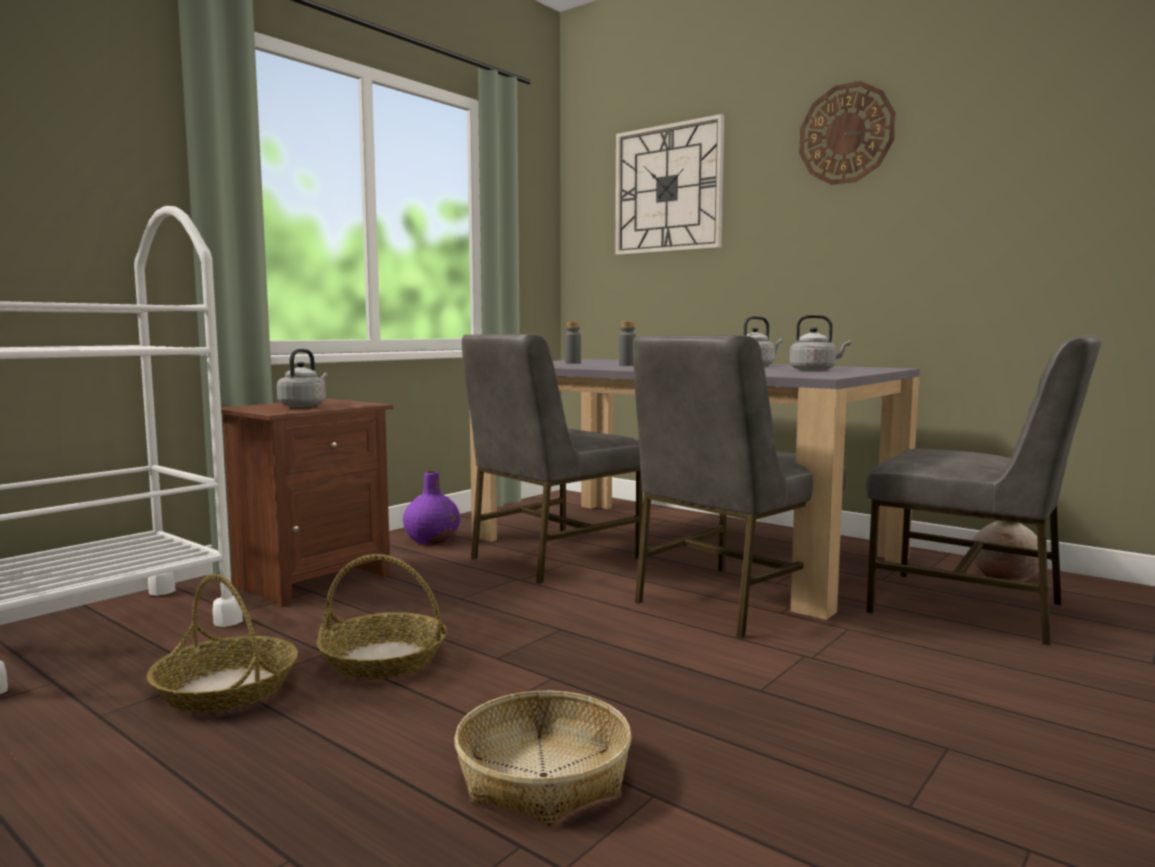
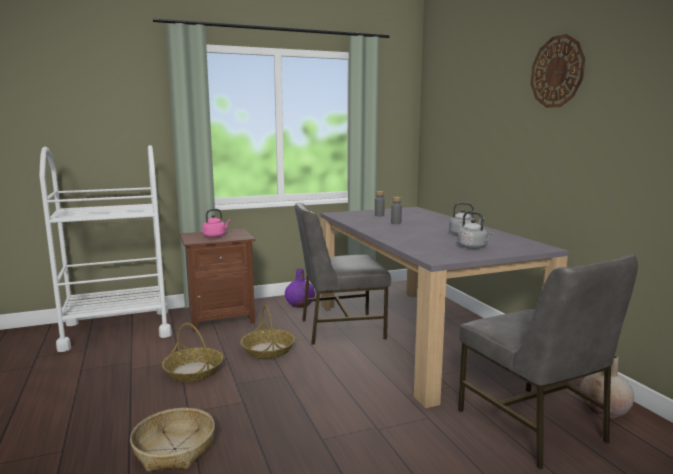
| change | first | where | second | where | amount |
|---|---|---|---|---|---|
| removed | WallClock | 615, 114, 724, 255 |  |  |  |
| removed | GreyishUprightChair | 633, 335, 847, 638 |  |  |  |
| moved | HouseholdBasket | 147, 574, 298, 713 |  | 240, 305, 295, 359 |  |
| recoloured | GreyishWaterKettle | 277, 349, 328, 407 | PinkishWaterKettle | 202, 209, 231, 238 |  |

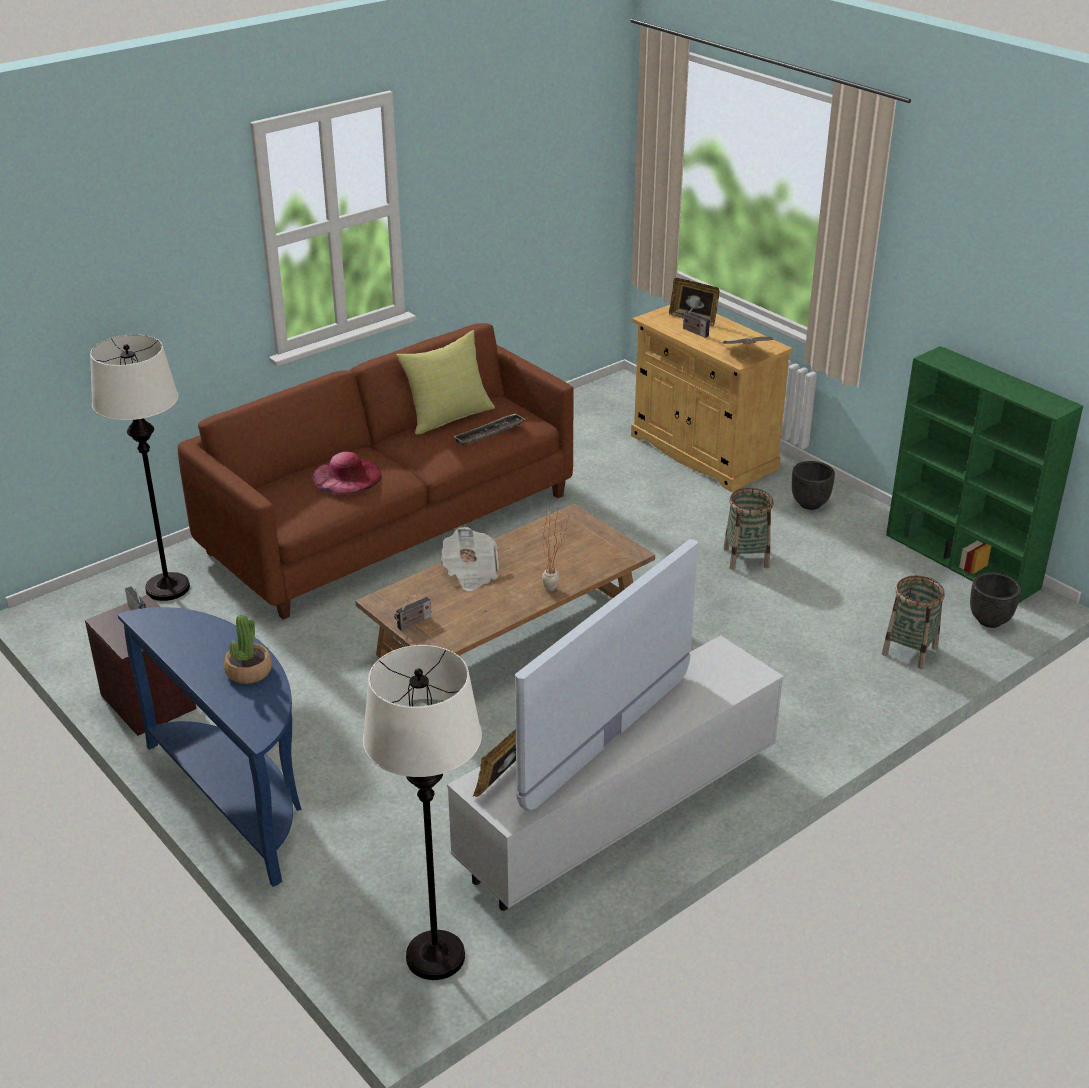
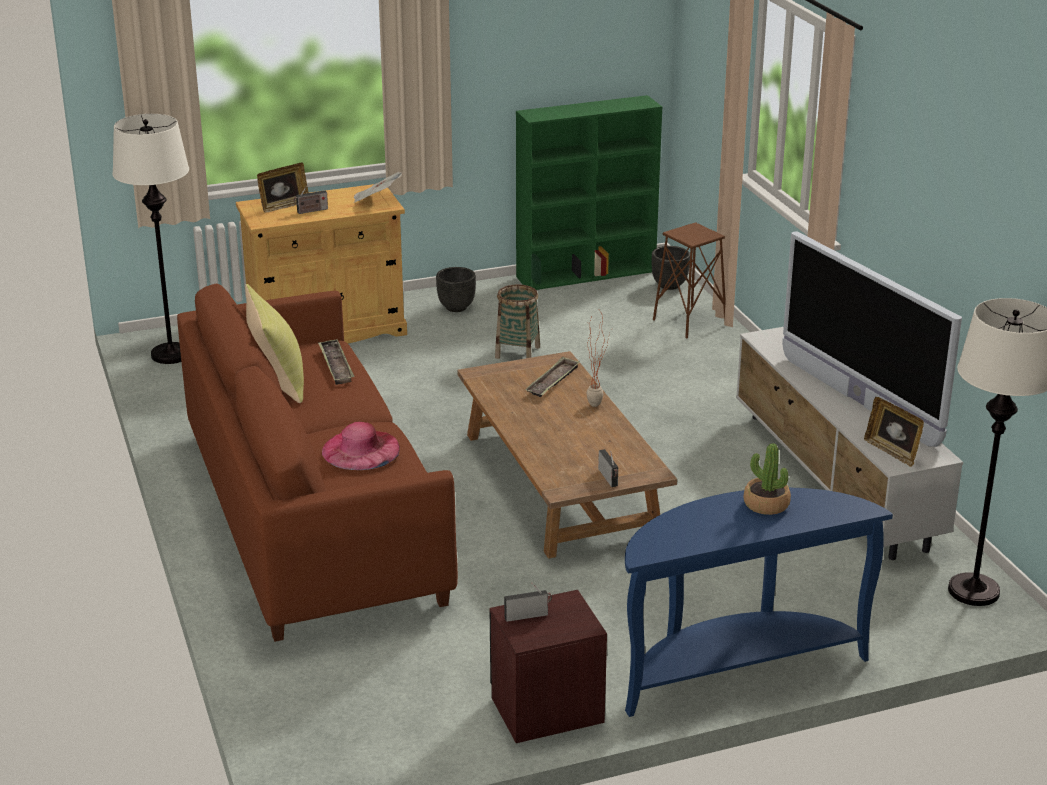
| change | first | where | second | where | amount |
|---|---|---|---|---|---|
| removed | PrintedPaper | 441, 527, 499, 591 |  |  |  |
| added |  |  | Tray | 525, 356, 580, 397 |  |
| moved | WhiteColouredStandingLamp | 90, 334, 190, 601 |  | 112, 114, 189, 364 |  |
| replaced | HouseholdBasket | 882, 576, 945, 669 | BrownishStool | 653, 222, 726, 339 |  |

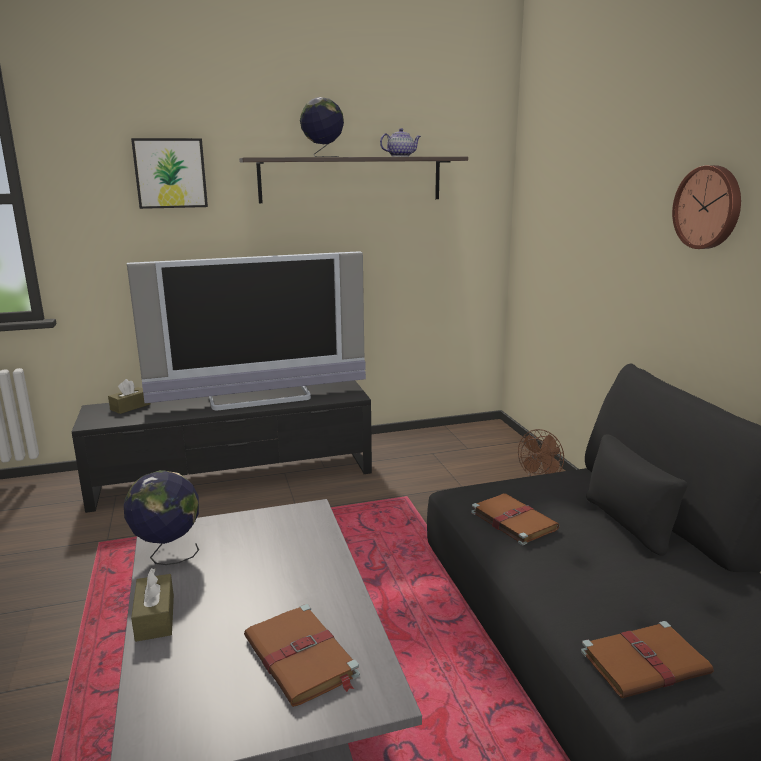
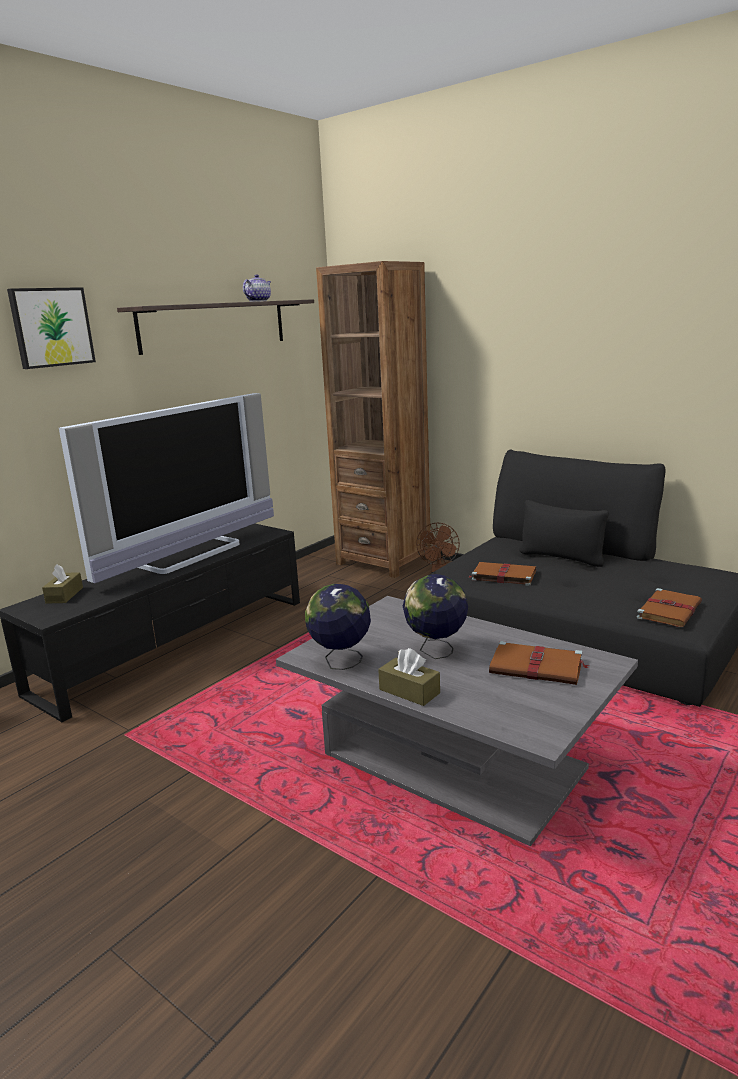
| change | first | where | second | where | amount |
|---|---|---|---|---|---|
| removed | WallClock | 672, 165, 741, 249 |  |  |  |
| added |  |  | BrownishBookshelf | 316, 261, 431, 578 |  |
| moved | WorldGlobe | 300, 97, 344, 157 |  | 403, 574, 468, 659 |  |

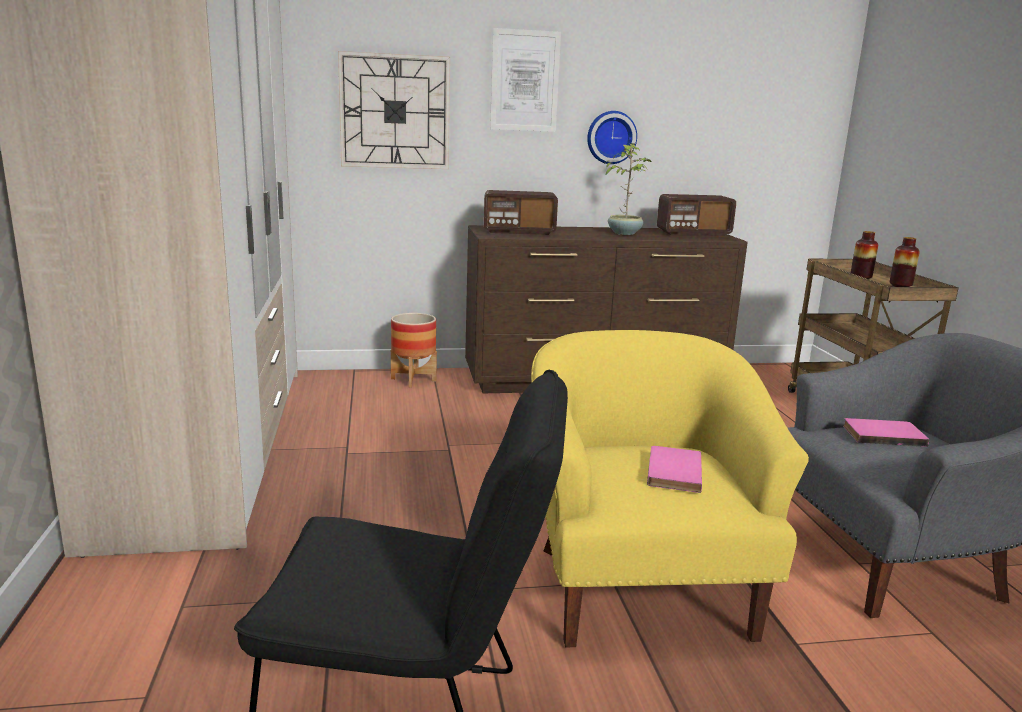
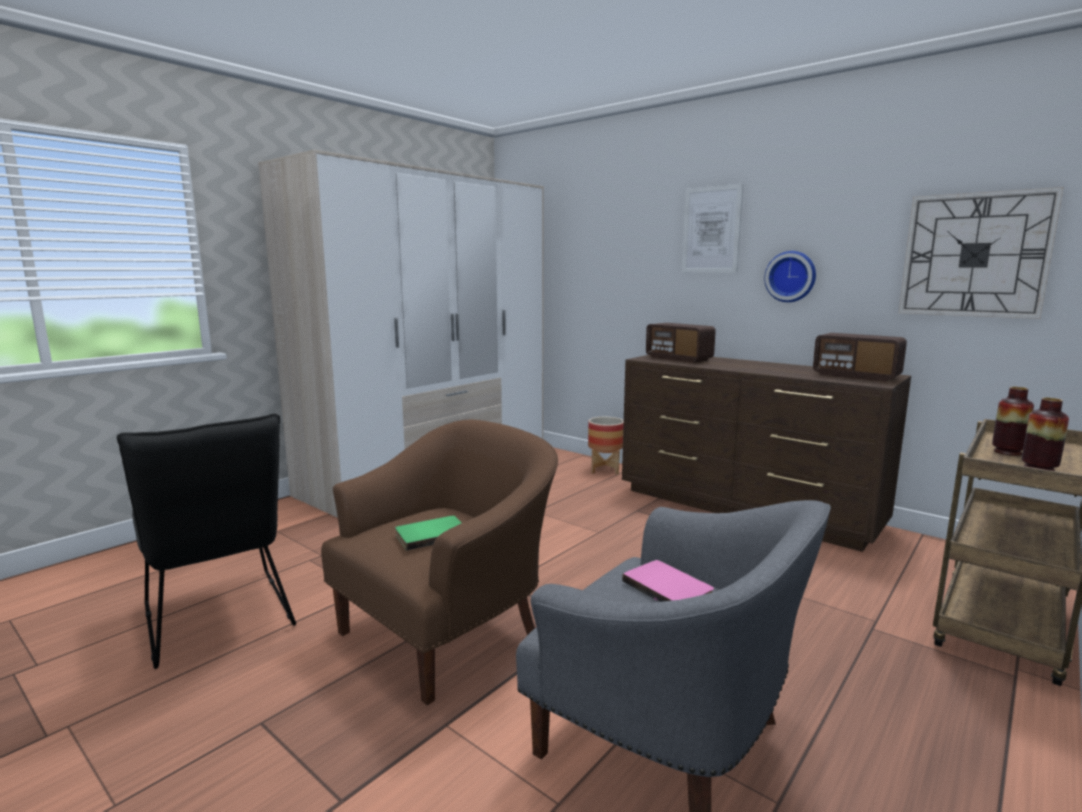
| change | first | where | second | where | amount |
|---|---|---|---|---|---|
| removed | Houseplant | 605, 143, 651, 235 |  |  |  |
| moved | WallClock | 338, 51, 450, 169 |  | 899, 187, 1064, 319 |  |
| recoloured | YellowColouredEasyChair | 531, 330, 809, 648 | BrownishEasyChair | 321, 419, 558, 705 |  |
| recoloured | PinkishVolume | 647, 446, 702, 493 | GreenVolume | 395, 516, 462, 551 |  |

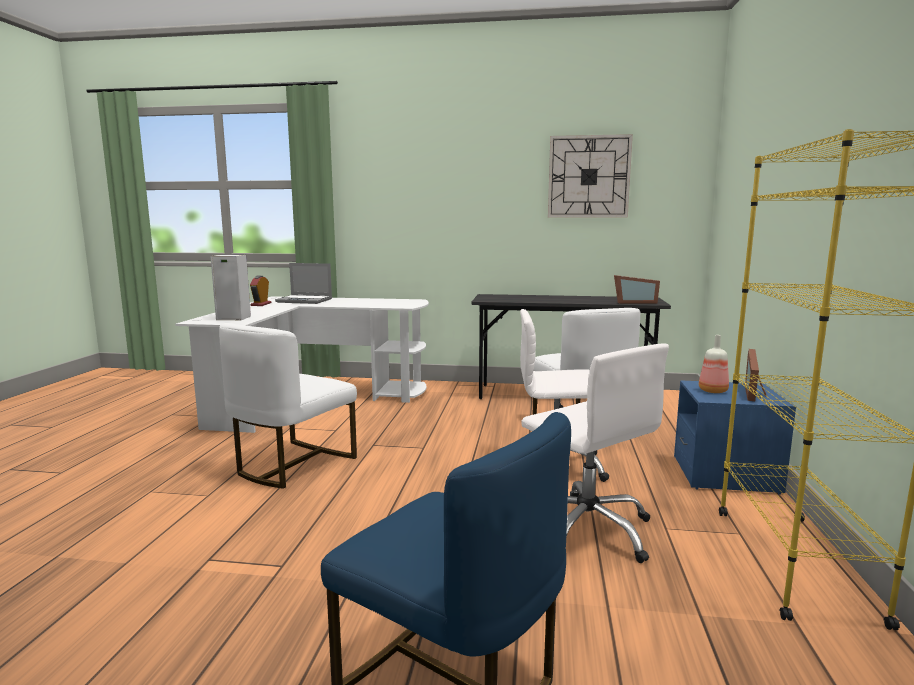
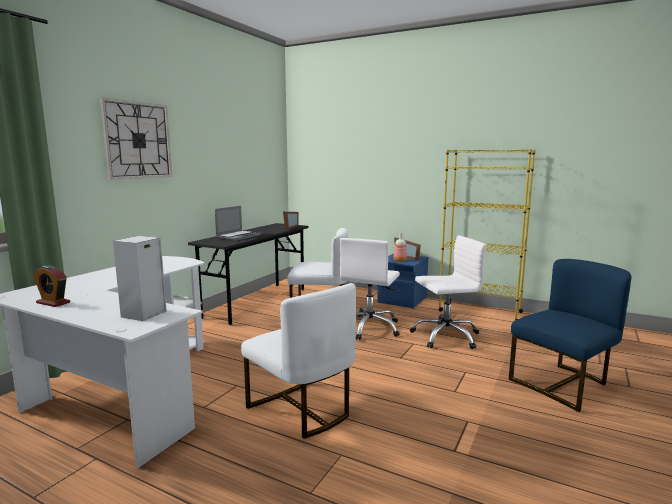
| change | first | where | second | where | amount |
|---|---|---|---|---|---|
| moved | NotebookComputer | 275, 263, 332, 304 |  | 215, 206, 261, 241 |  |
| moved | WallClock | 548, 134, 633, 218 |  | 100, 97, 172, 180 |  |

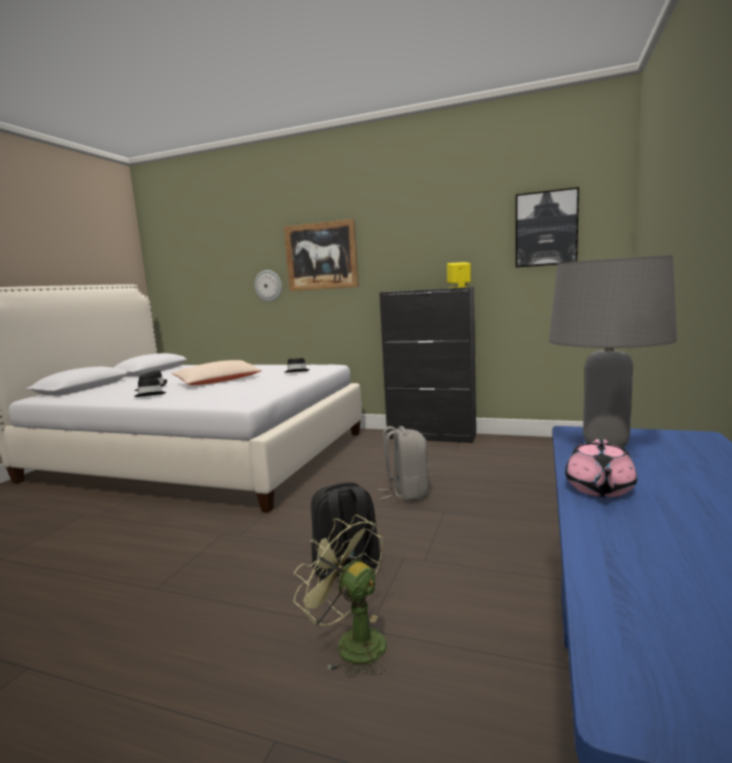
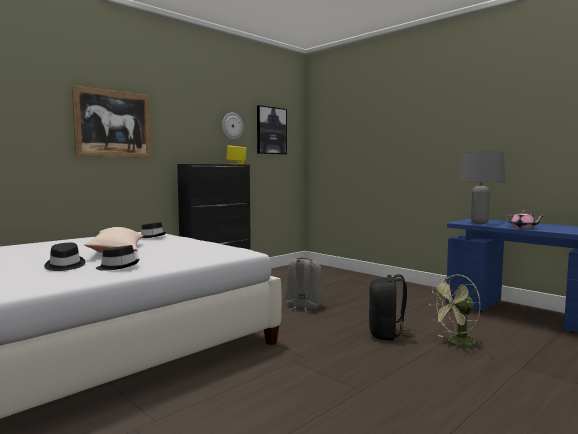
| change | first | where | second | where | amount |
|---|---|---|---|---|---|
| moved | WallClock | 254, 270, 282, 302 |  | 222, 113, 244, 140 |  |

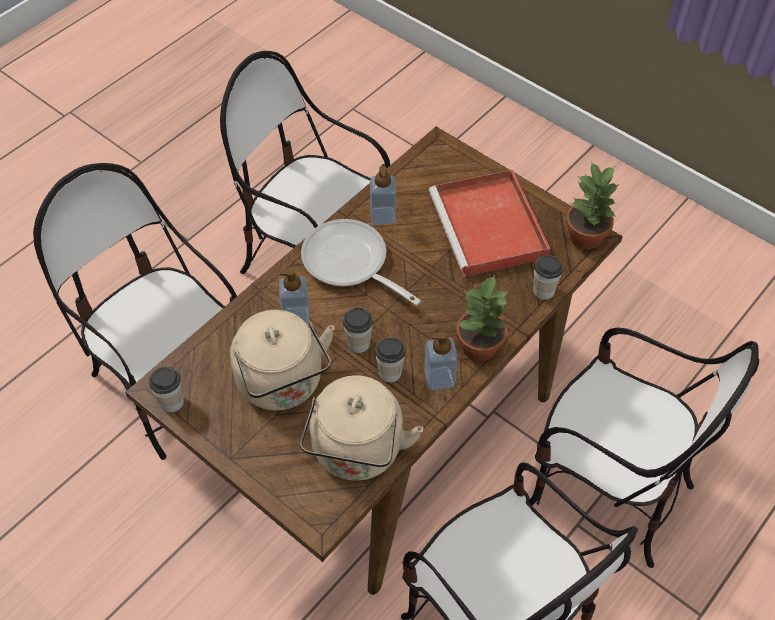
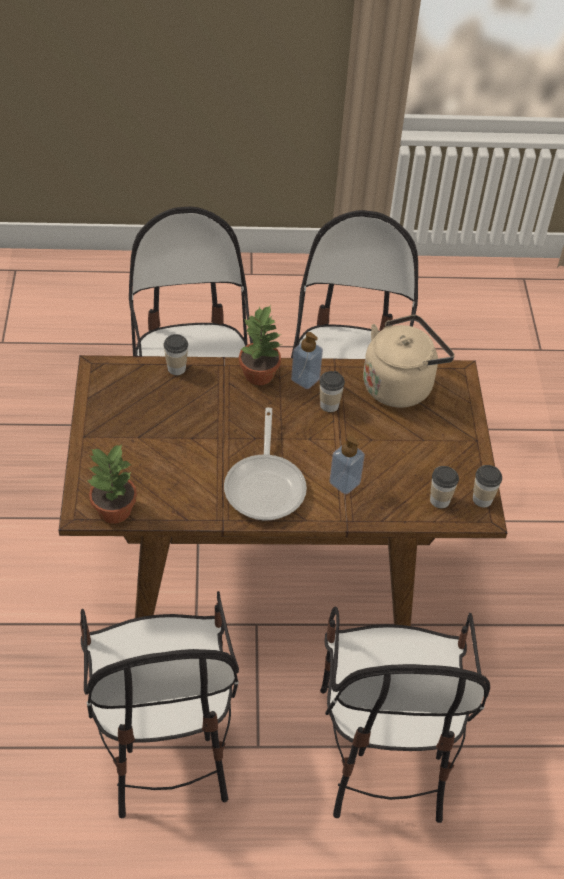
| change | first | where | second | where | amount |
|---|---|---|---|---|---|
| removed | BeigeColouredWaterKettle | 230, 310, 335, 411 |  |  |  |
| removed | LiquidSoapBottle | 370, 166, 396, 225 |  |  |  |
| removed | RedColouredTray | 429, 169, 550, 277 |  |  |  |
| moved | DrinkingCup | 343, 308, 373, 353 |  | 430, 466, 459, 508 |  |
| moved | Houseplant | 566, 163, 619, 249 |  | 88, 445, 137, 524 |  |

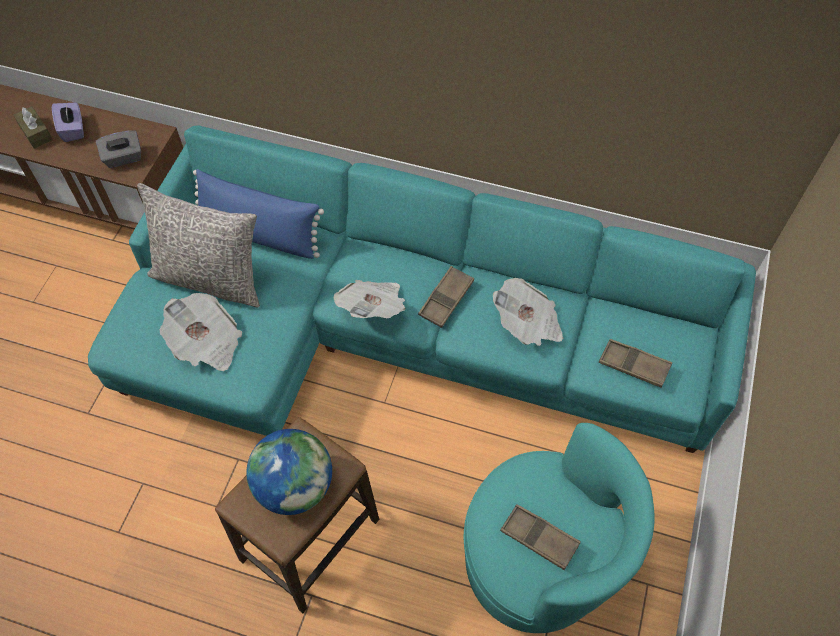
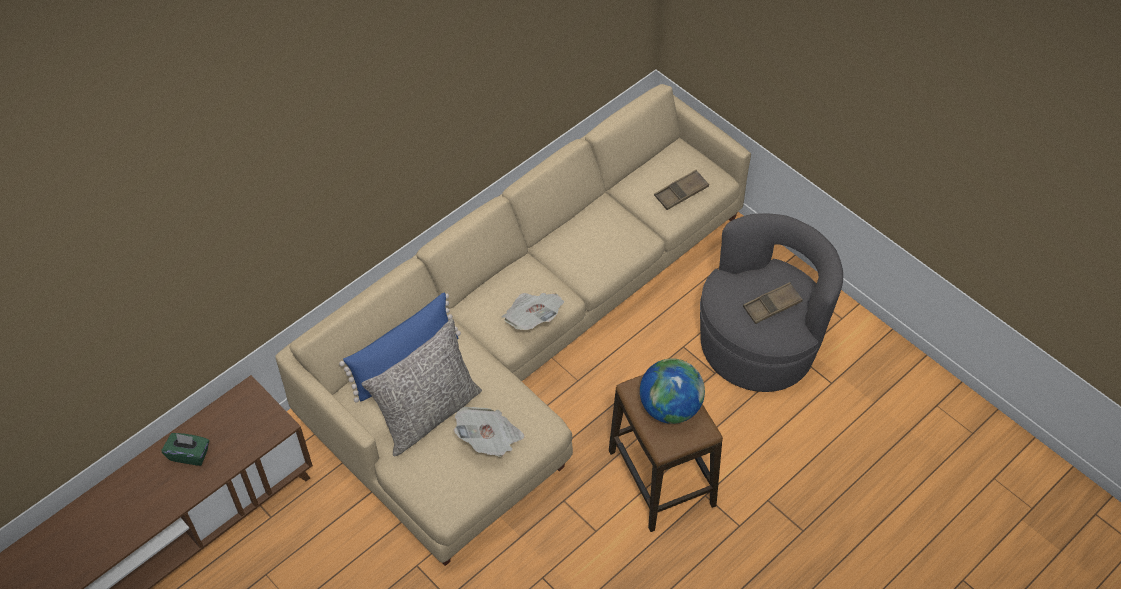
| change | first | where | second | where | amount |
|---|---|---|---|---|---|
| removed | BrownishBoxOfTissues | 13, 106, 53, 149 |  |  |  |
| removed | GreyishBoxOfTissues | 96, 131, 141, 168 |  |  |  |
| removed | BrownishTray | 418, 266, 474, 328 |  |  |  |
| removed | PrintedPaper | 493, 278, 563, 346 |  |  |  |
| recoloured | PurplishBoxOfTissues | 52, 102, 84, 142 | GreenBoxOfTissues | 161, 433, 209, 466 |  |
| recoloured | BlueGreenSettee | 88, 126, 756, 453 | BeigeColouredSettee | 275, 84, 751, 566 |  |
| recoloured | BlueGreenEasyChair | 464, 423, 655, 633 | GreyishEasyChair | 700, 213, 843, 392 |  |

